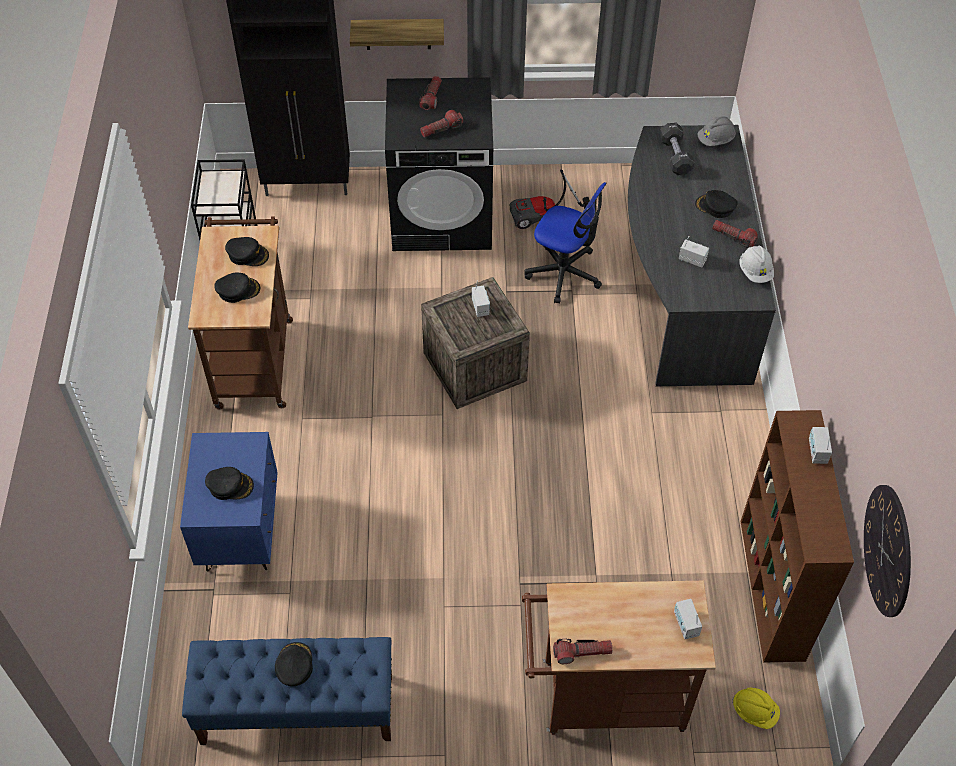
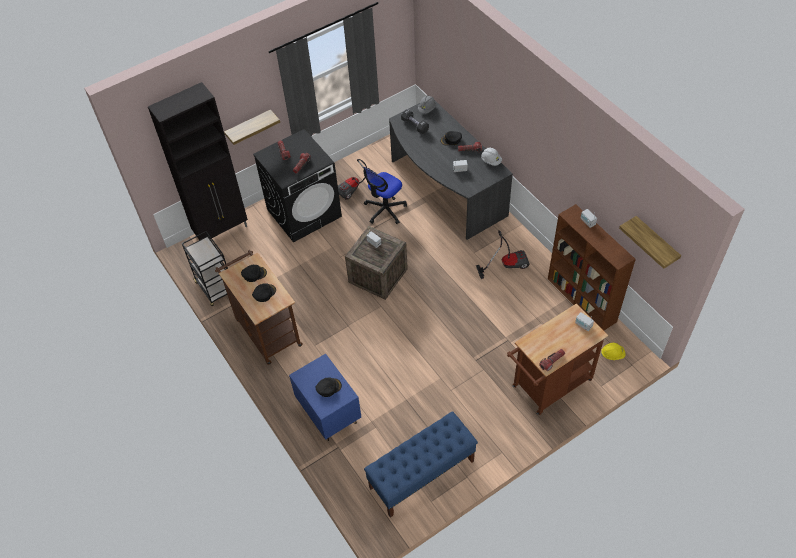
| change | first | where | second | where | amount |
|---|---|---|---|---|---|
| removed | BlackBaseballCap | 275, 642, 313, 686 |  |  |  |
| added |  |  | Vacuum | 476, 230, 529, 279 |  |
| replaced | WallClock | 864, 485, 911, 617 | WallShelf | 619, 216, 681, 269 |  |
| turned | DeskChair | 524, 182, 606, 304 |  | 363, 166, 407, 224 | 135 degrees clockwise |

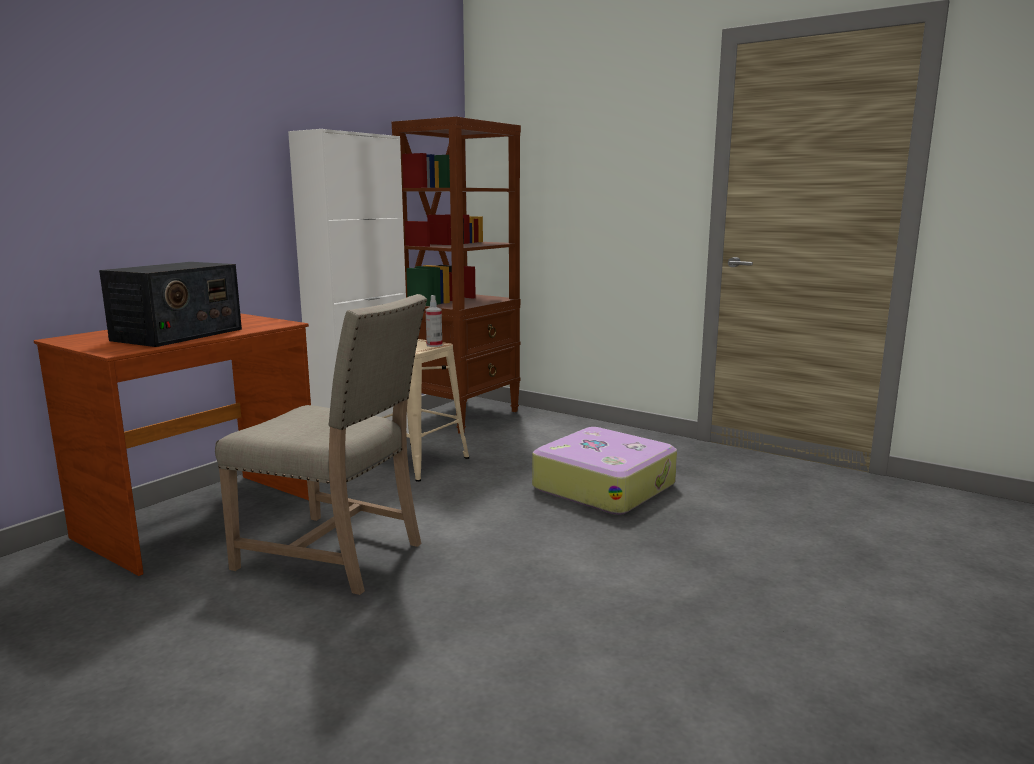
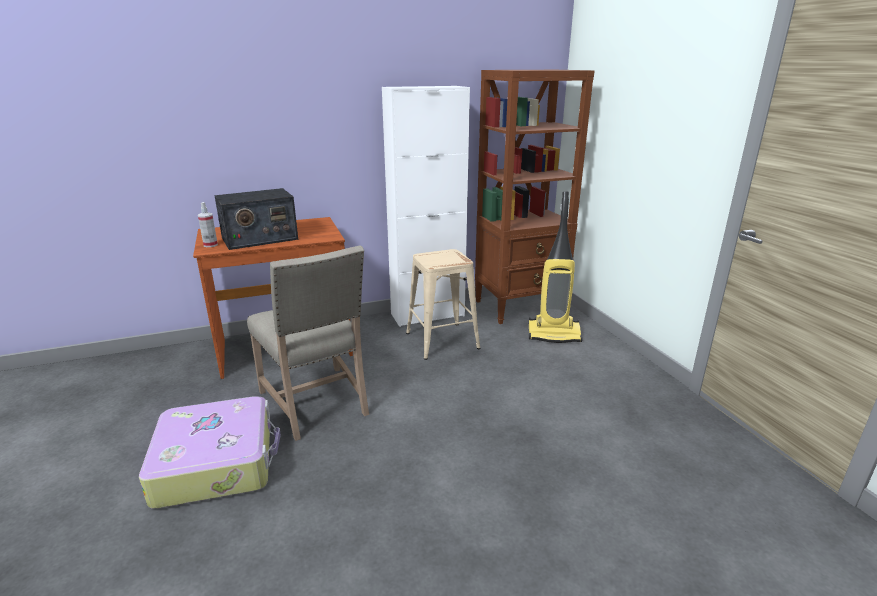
| change | first | where | second | where | amount |
|---|---|---|---|---|---|
| added |  |  | Vacuum | 528, 191, 583, 343 |  |
| moved | SprayBottle | 425, 295, 442, 347 |  | 198, 202, 218, 247 |  |
| moved | Suitcase | 532, 427, 677, 515 |  | 139, 396, 281, 509 |  |

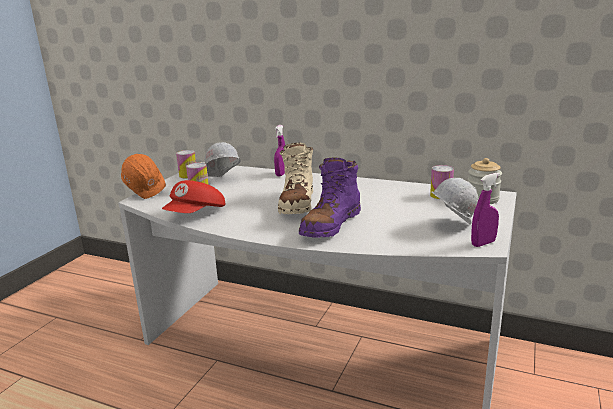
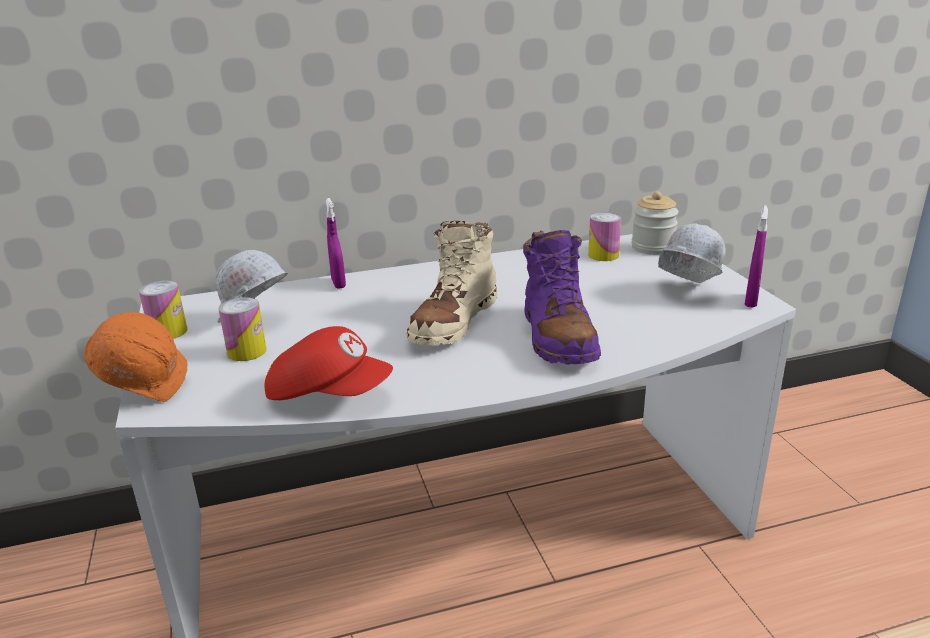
| change | first | where | second | where | amount |
|---|---|---|---|---|---|
| turned | RedColouredBaseballCap | 162, 180, 226, 213 |  | 264, 326, 393, 400 | 60 degrees counterclockwise |
| turned | BeigeColouredBoot | 278, 143, 313, 214 |  | 407, 221, 497, 346 | 60 degrees clockwise |

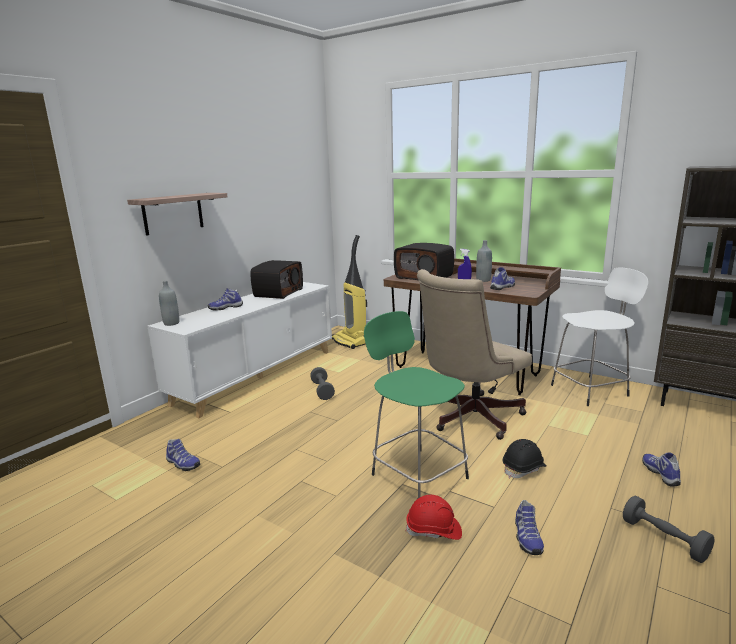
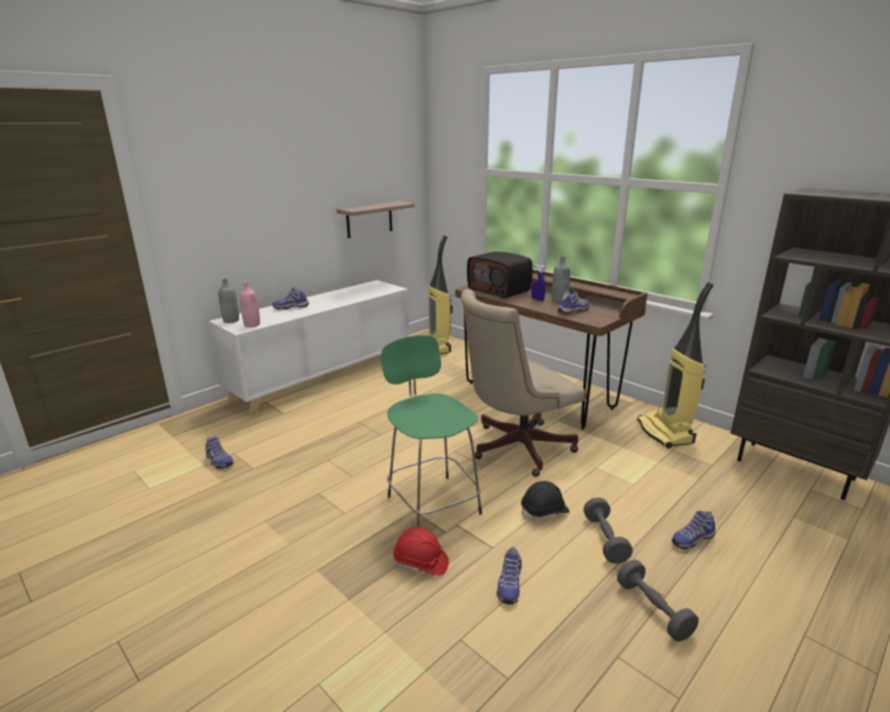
| change | first | where | second | where | amount |
|---|---|---|---|---|---|
| removed | RadioSet | 250, 260, 303, 299 |  |  |  |
| added |  |  | PinkishBottle | 240, 281, 260, 327 |  |
| moved | WallShelf | 127, 193, 228, 236 |  | 337, 201, 414, 238 |  |
| moved | GreyishHandWeight | 310, 367, 335, 400 |  | 584, 497, 633, 564 |  |
| replaced | WhiteColouredStool | 551, 268, 648, 406 | Vacuum | 637, 282, 714, 449 |  |
| turned | Shoe | 642, 452, 681, 487 |  | 672, 511, 716, 549 | 120 degrees counterclockwise |

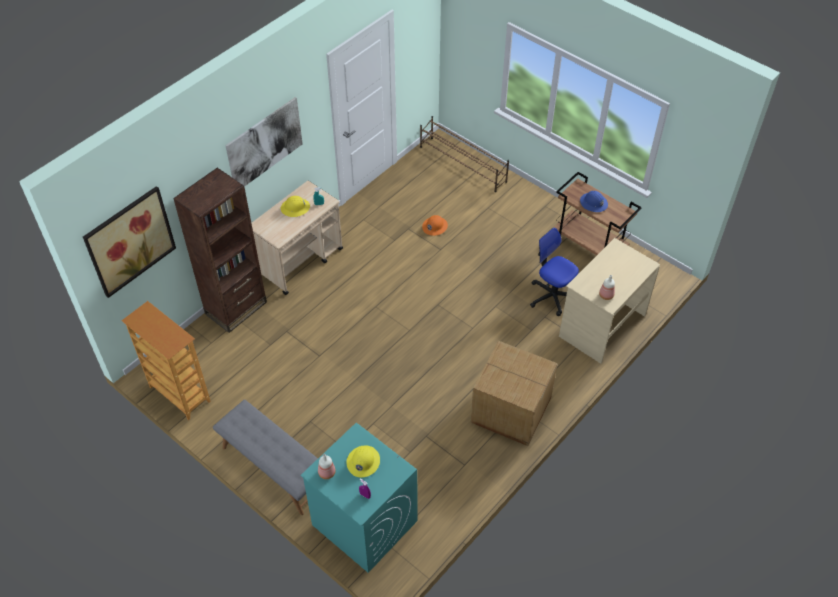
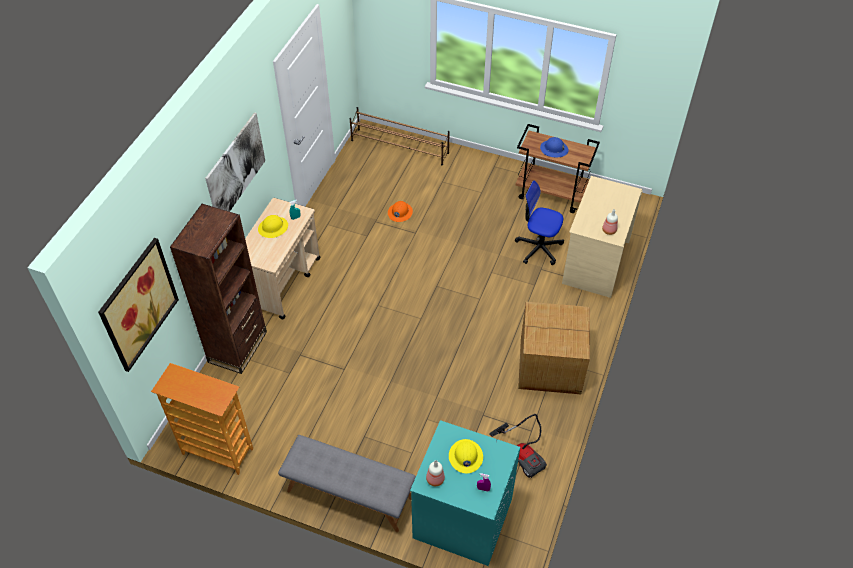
| change | first | where | second | where | amount |
|---|---|---|---|---|---|
| added |  |  | Vacuum | 489, 414, 547, 479 |  |

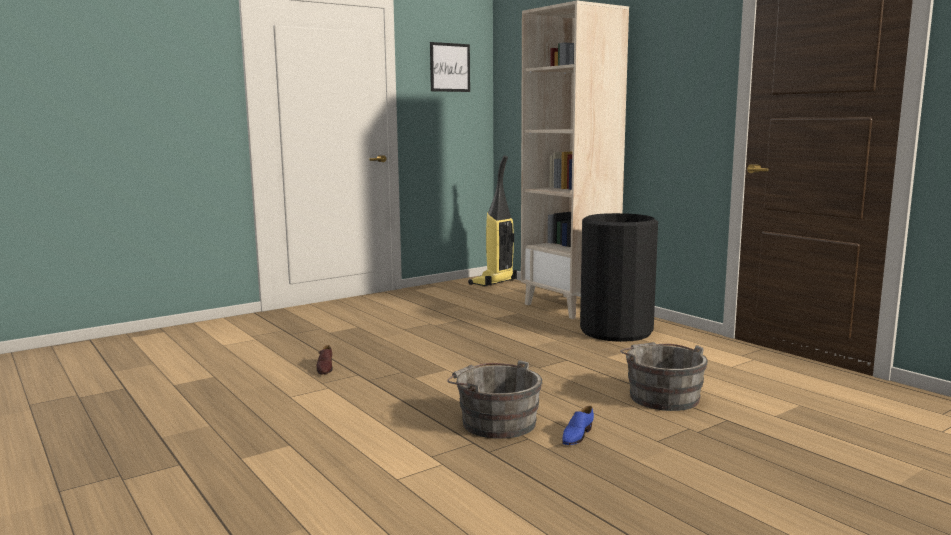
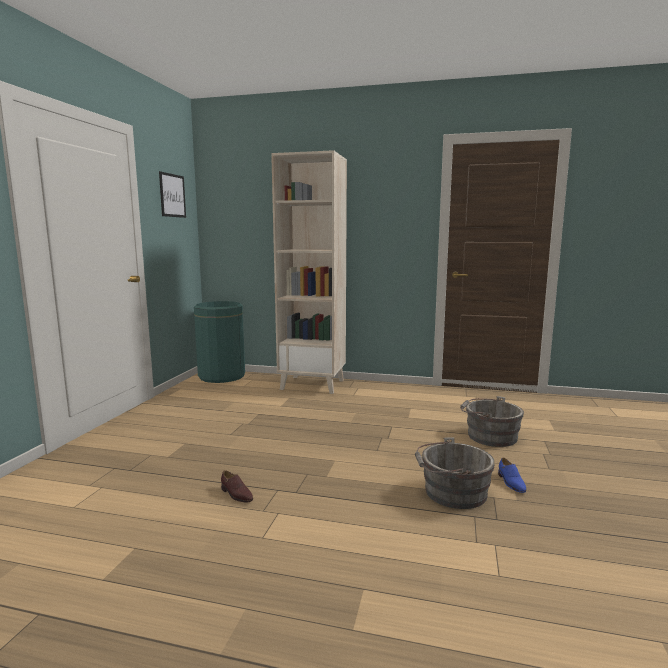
| change | first | where | second | where | amount |
|---|---|---|---|---|---|
| removed | BlackWasteBin | 580, 213, 658, 342 |  |  |  |
| replaced | Vacuum | 468, 156, 517, 287 | GreenWasteBin | 194, 301, 245, 383 |  |

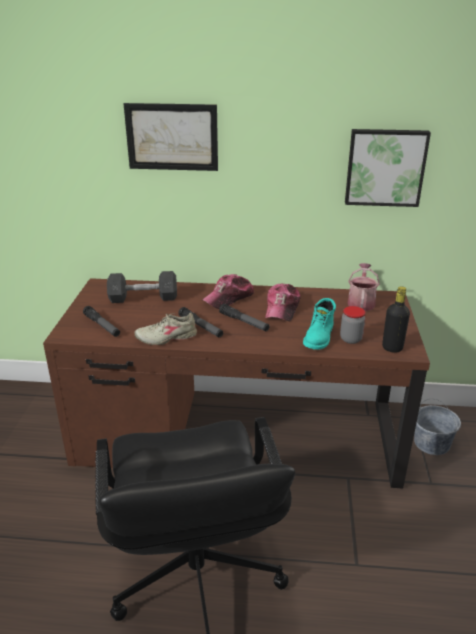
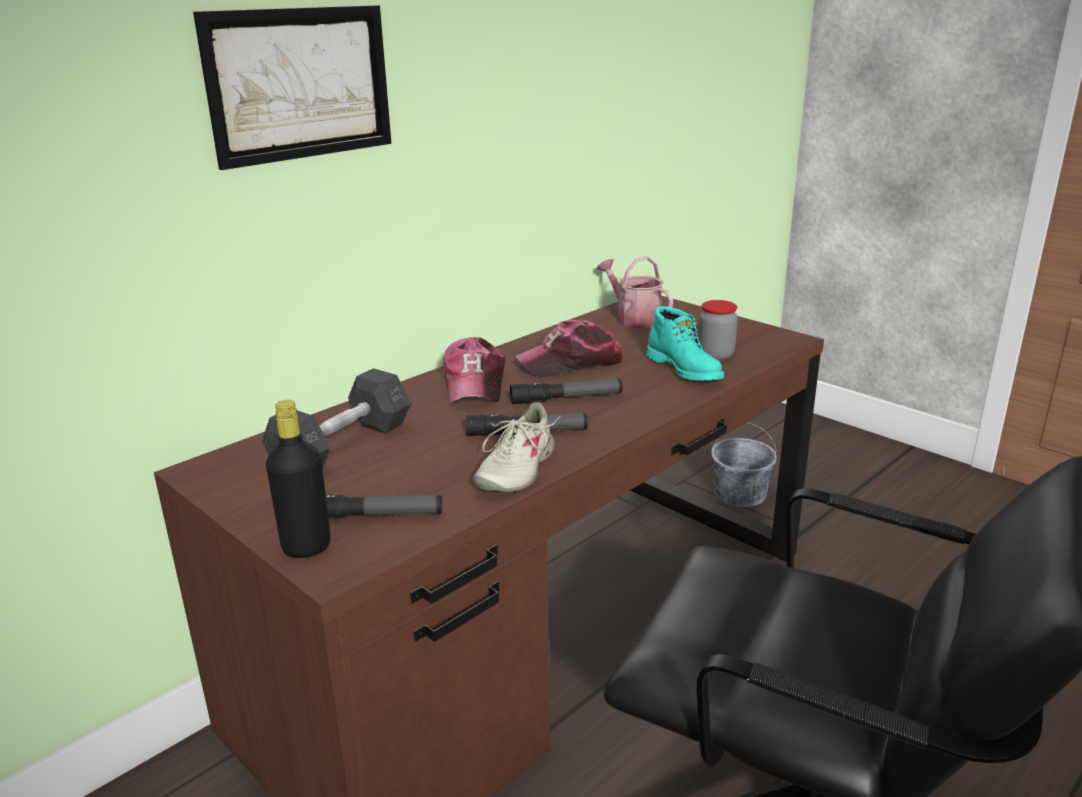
| change | first | where | second | where | amount |
|---|---|---|---|---|---|
| removed | Picture | 345, 129, 431, 207 |  |  |  |
| moved | BlackBottle | 382, 287, 410, 353 |  | 266, 400, 330, 558 |  |
| turned | BaseballCap | 265, 284, 301, 321 |  | 515, 320, 624, 377 | 105 degrees clockwise |

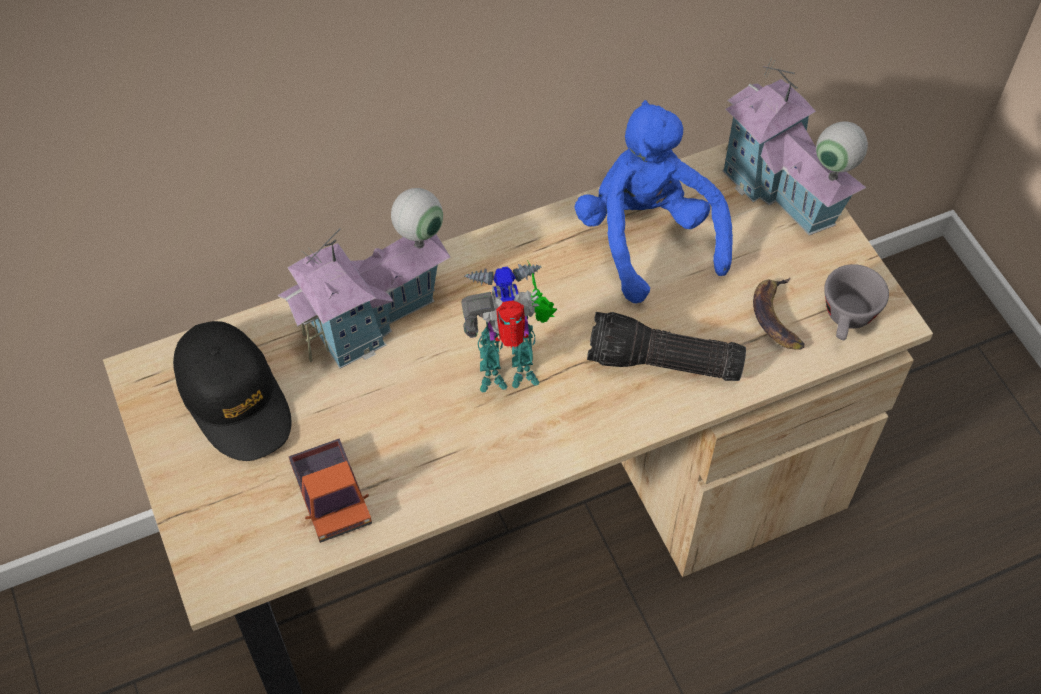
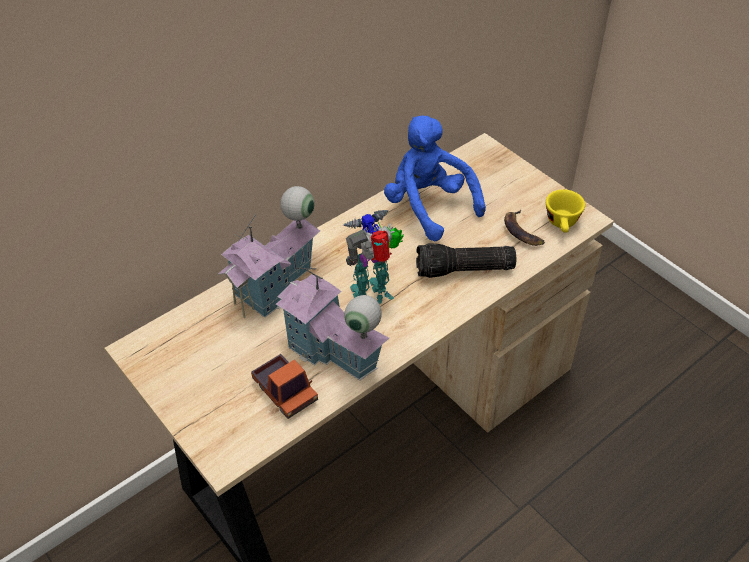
| change | first | where | second | where | amount |
|---|---|---|---|---|---|
| removed | BlackBaseballCap | 173, 321, 292, 461 |  |  |  |
| moved | MiniatureHouse | 722, 58, 868, 235 |  | 276, 262, 390, 381 |  |
| recoloured | GreyishDrinkingCup | 824, 264, 889, 340 | YellowColouredDrinkingCup | 546, 189, 585, 233 |  |

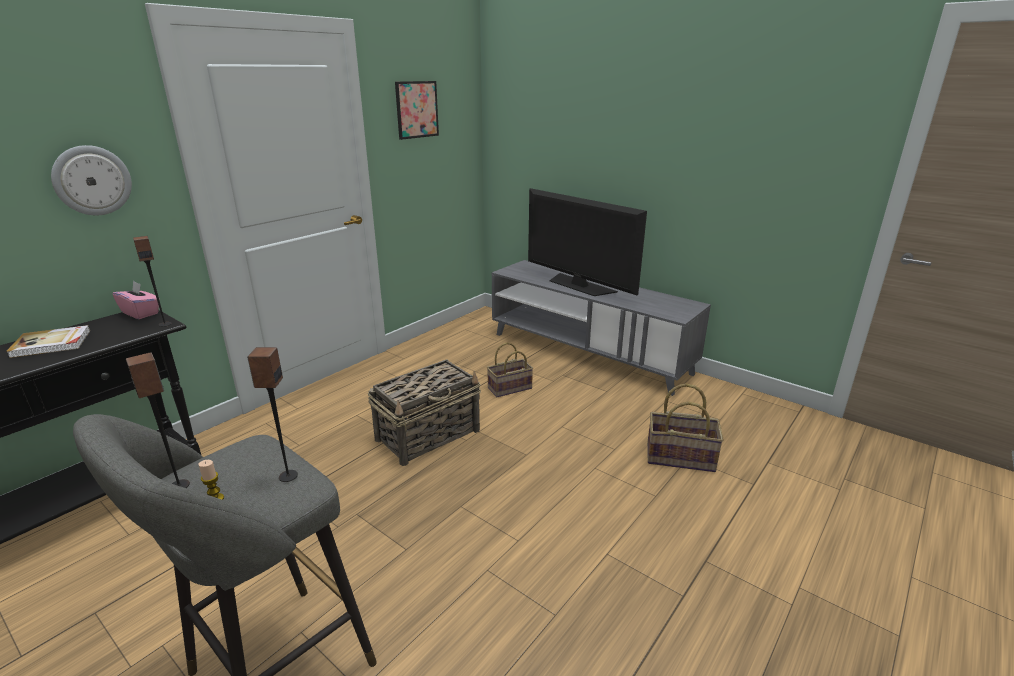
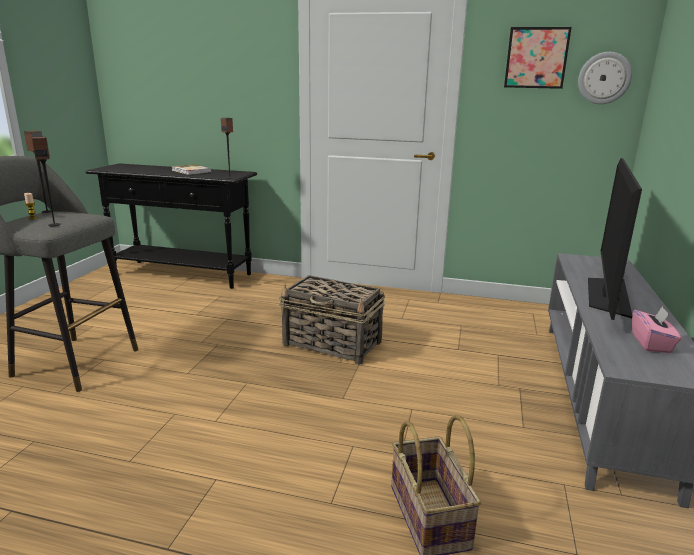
| change | first | where | second | where | amount |
|---|---|---|---|---|---|
| removed | HouseholdBasket | 487, 342, 533, 397 |  |  |  |
| moved | WallClock | 51, 145, 132, 215 |  | 578, 52, 632, 104 |  |
| moved | PinkishBoxOfTissues | 113, 281, 160, 319 |  | 632, 306, 681, 353 |  |

